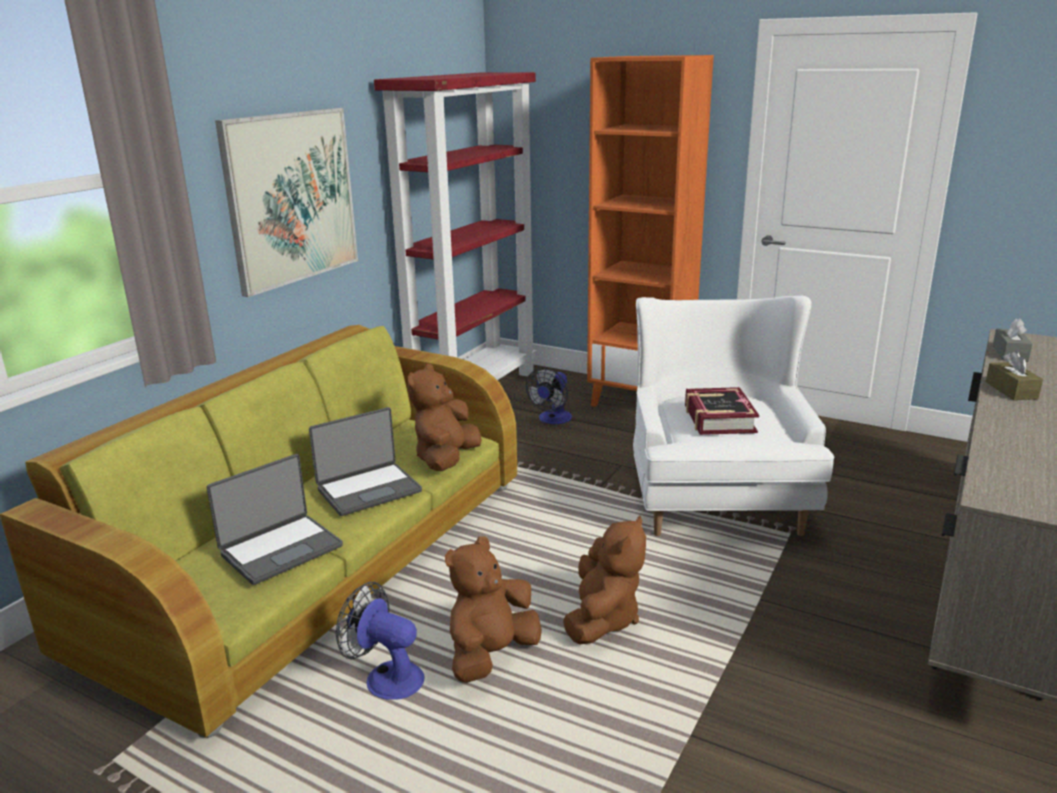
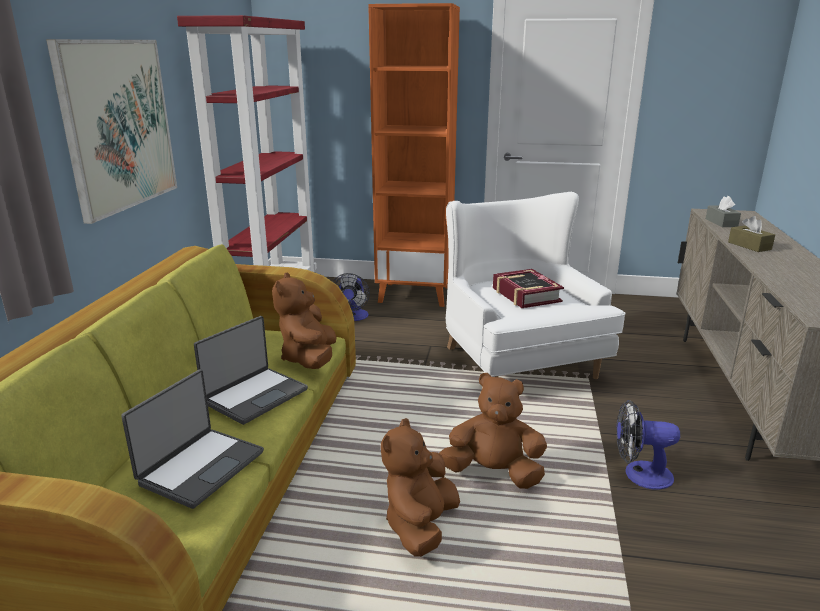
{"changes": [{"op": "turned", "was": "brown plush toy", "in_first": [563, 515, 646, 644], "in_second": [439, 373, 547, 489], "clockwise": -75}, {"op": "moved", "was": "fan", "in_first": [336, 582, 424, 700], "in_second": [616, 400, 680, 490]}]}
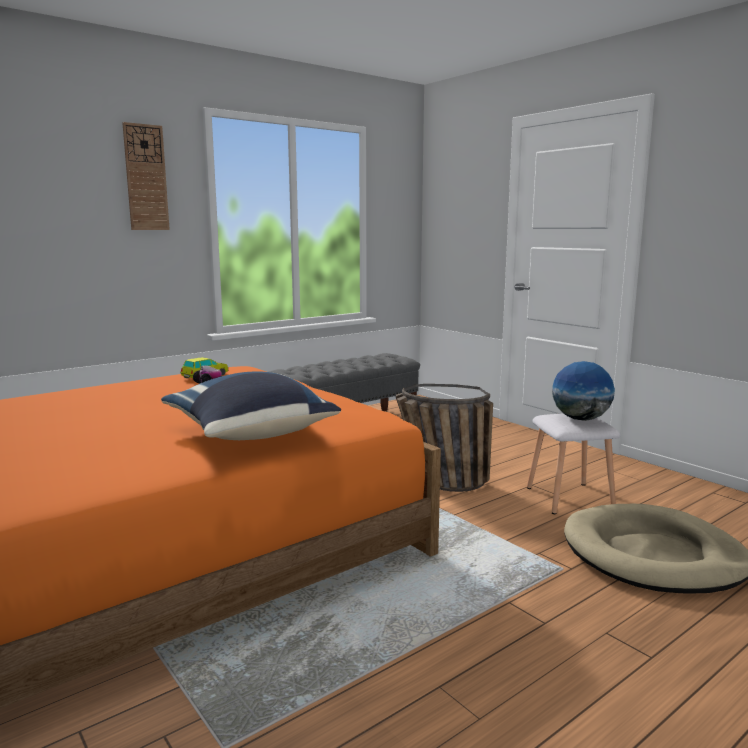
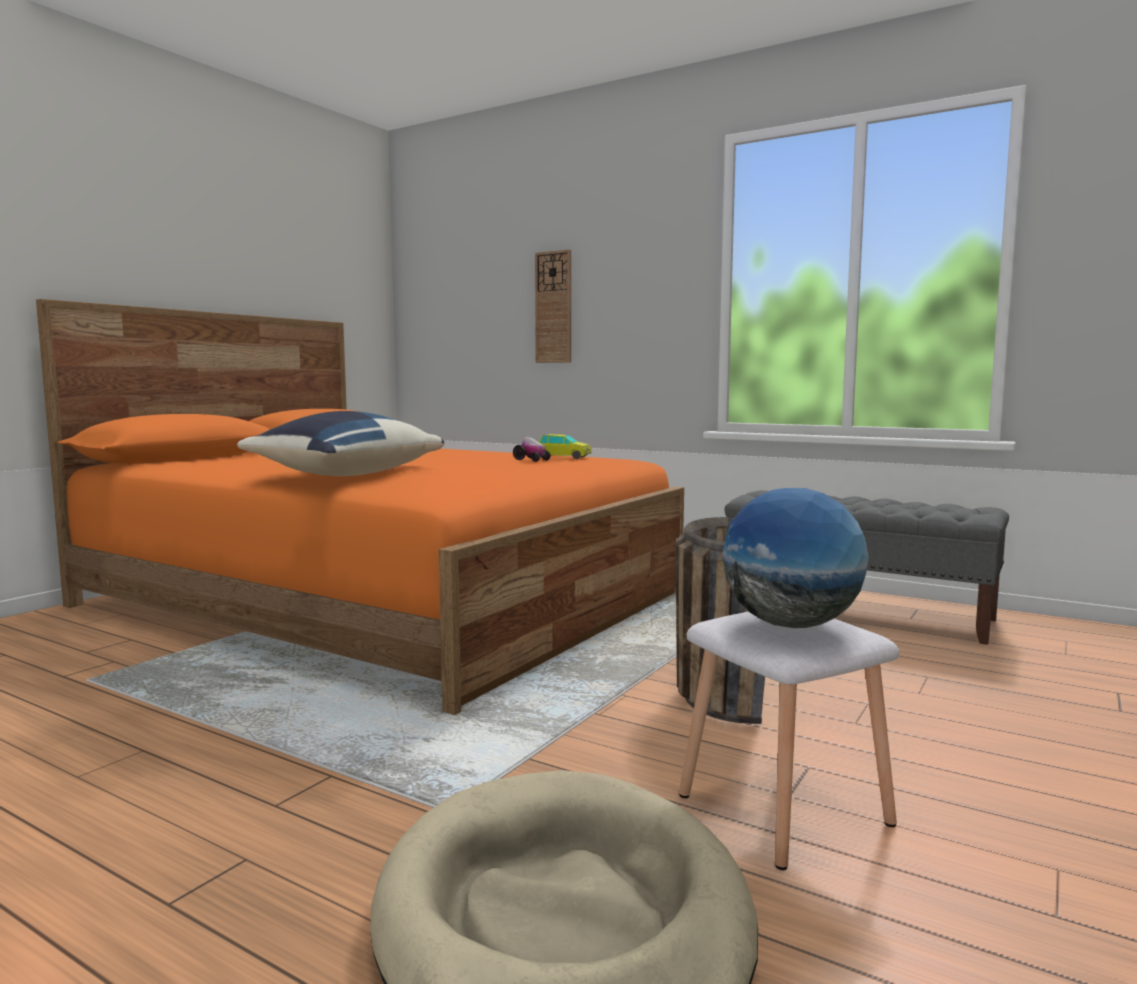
{"changes": [{"op": "moved", "was": "wall clock", "in_first": [122, 122, 170, 230], "in_second": [535, 249, 571, 363]}]}
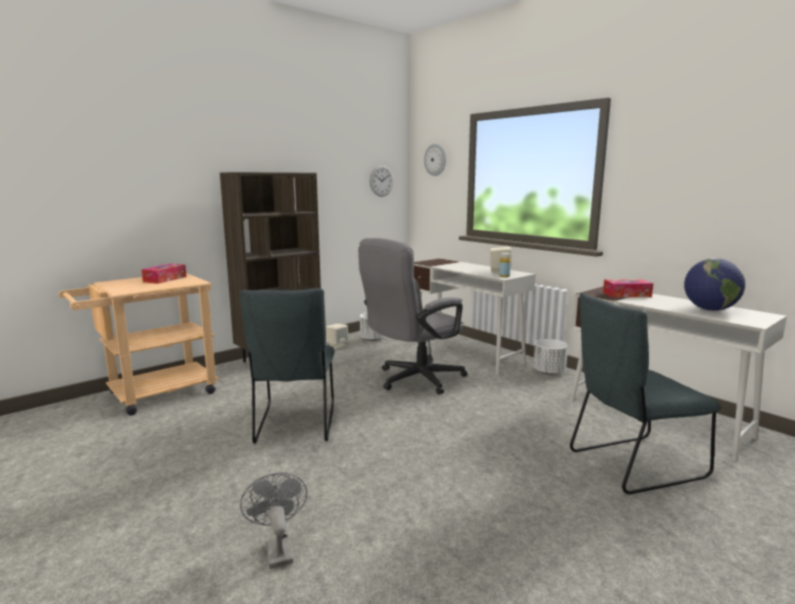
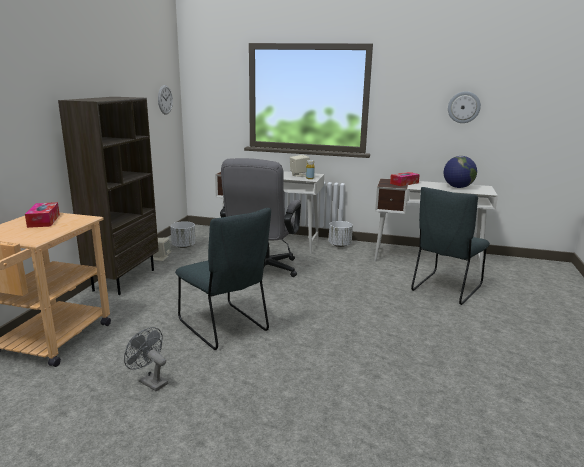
{"changes": [{"op": "moved", "was": "wall clock", "in_first": [424, 144, 446, 176], "in_second": [448, 91, 481, 123]}, {"op": "moved", "was": "grey fan", "in_first": [240, 473, 307, 569], "in_second": [124, 327, 168, 391]}]}
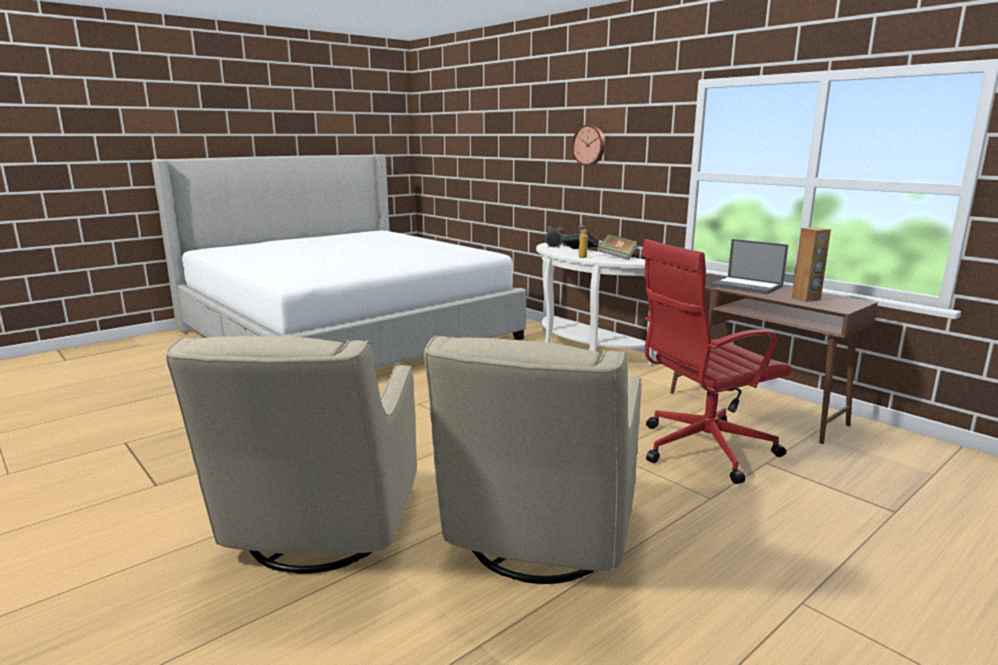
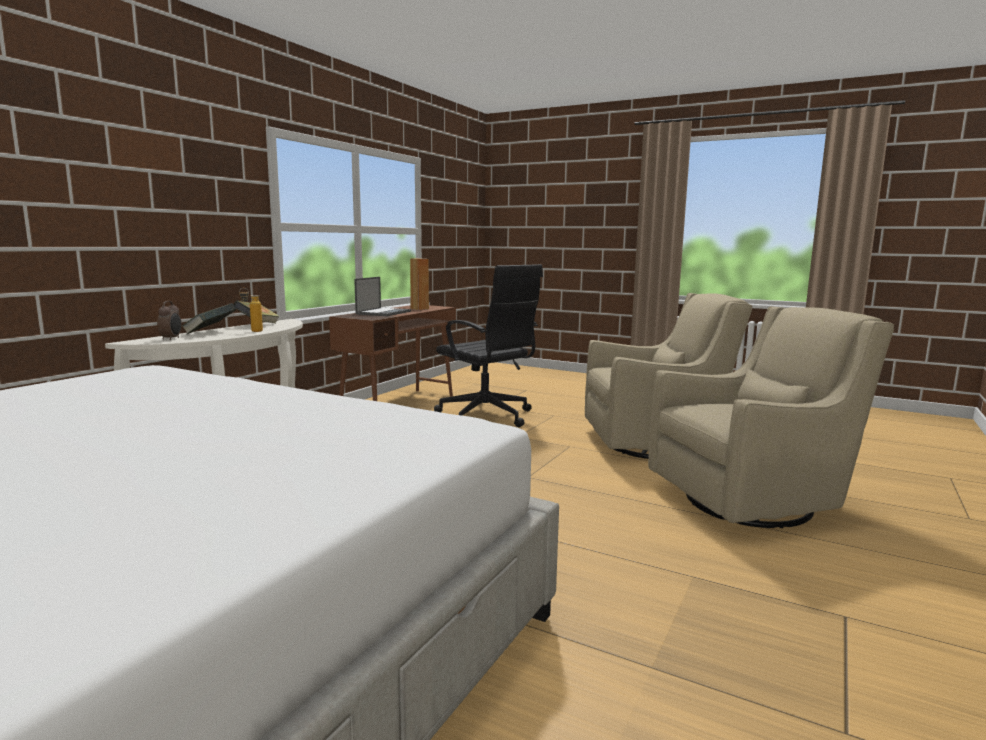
{"changes": [{"op": "removed", "was": "wall clock", "in_first": [572, 125, 605, 166]}, {"op": "recoloured", "was": "red office chair", "now": "black office chair", "in_first": [642, 239, 792, 484], "in_second": [434, 264, 543, 427]}]}
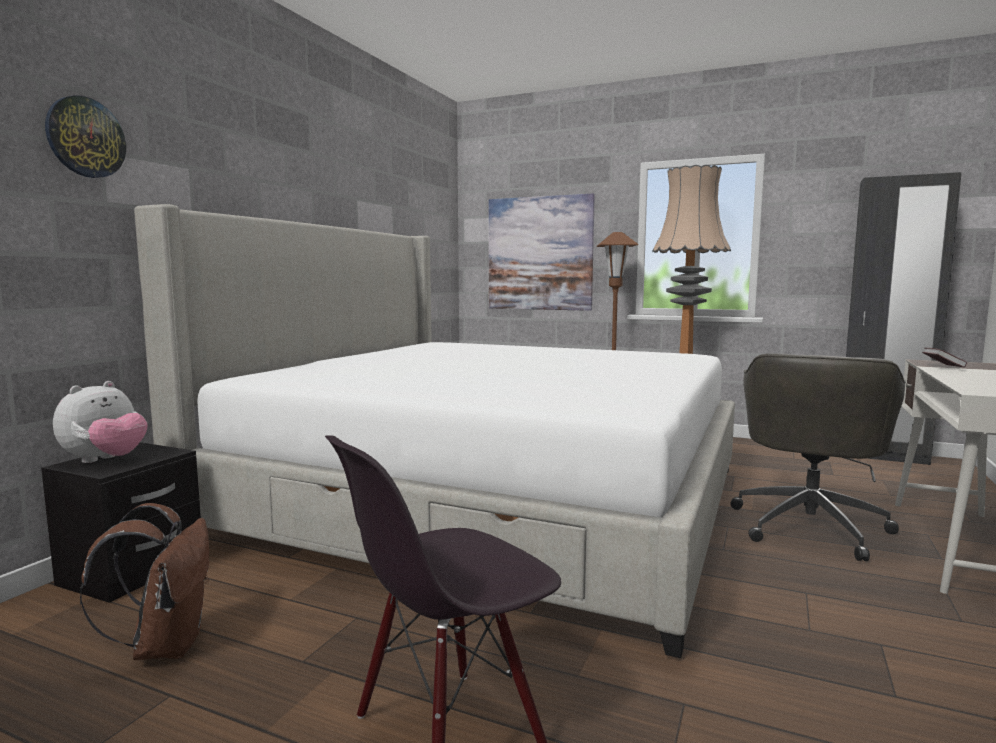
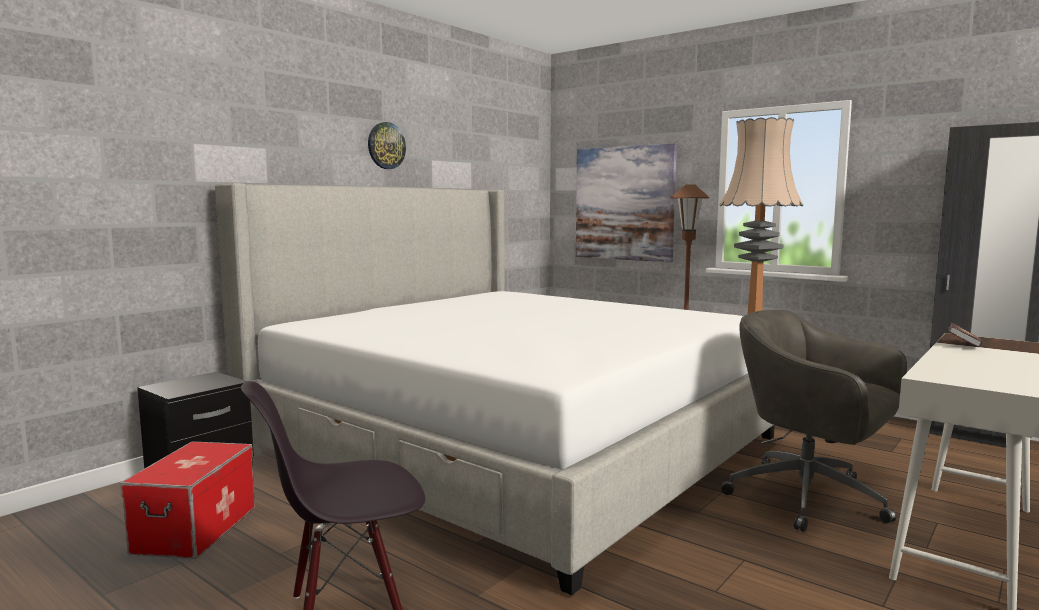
{"changes": [{"op": "moved", "was": "wall clock", "in_first": [45, 95, 126, 178], "in_second": [368, 122, 406, 169]}, {"op": "turned", "was": "grey office chair", "in_first": [730, 353, 906, 561], "in_second": [721, 310, 907, 532], "clockwise": 90}, {"op": "removed", "was": "plush toy", "in_first": [53, 381, 148, 463]}, {"op": "replaced", "was": "brown backpack", "now": "storage box", "in_first": [80, 503, 209, 660], "in_second": [120, 441, 255, 559]}]}
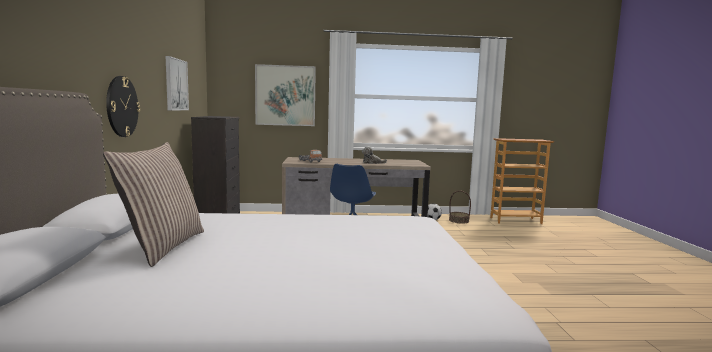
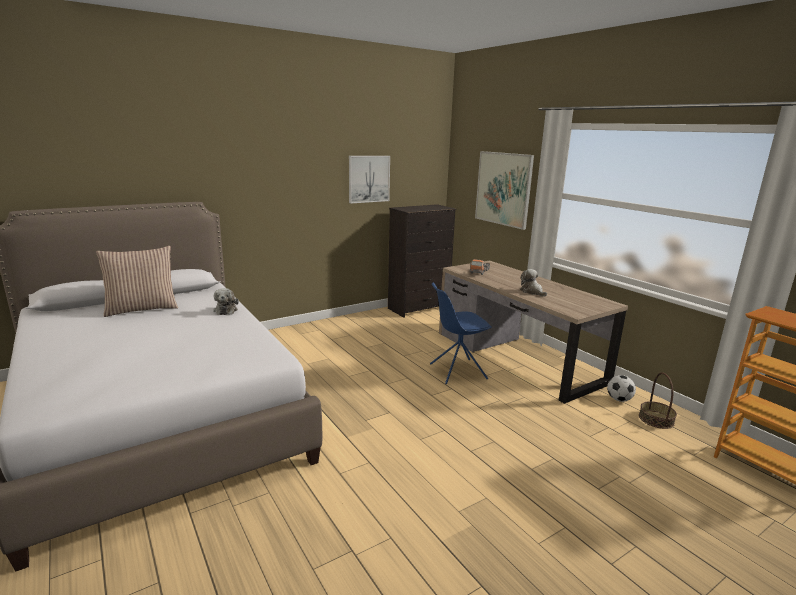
{"changes": [{"op": "removed", "was": "wall clock", "in_first": [106, 76, 140, 137]}, {"op": "added", "now": "plush toy", "in_second": [213, 288, 239, 315]}]}
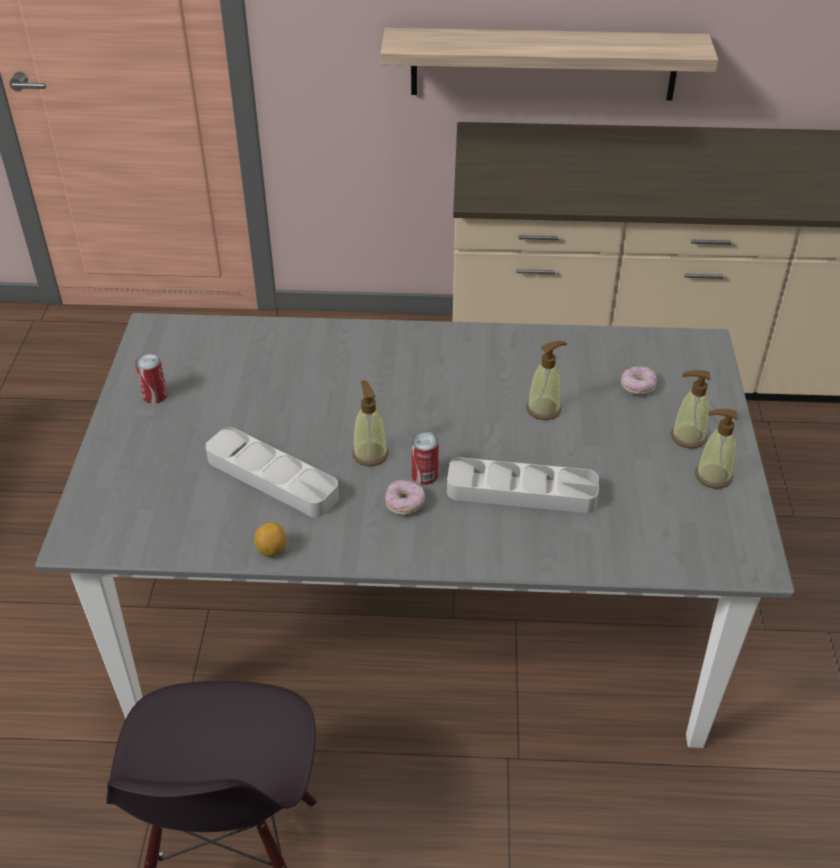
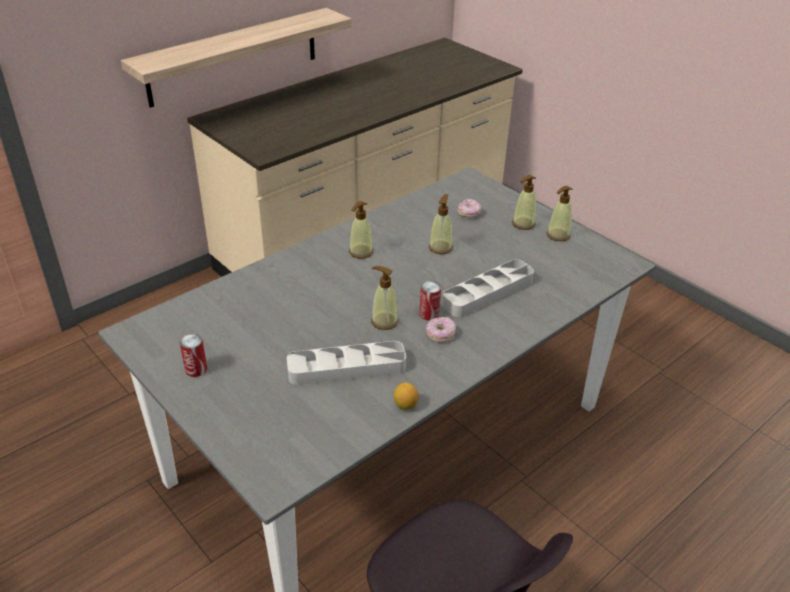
{"changes": [{"op": "added", "now": "soap dispenser", "in_second": [349, 201, 373, 259]}]}
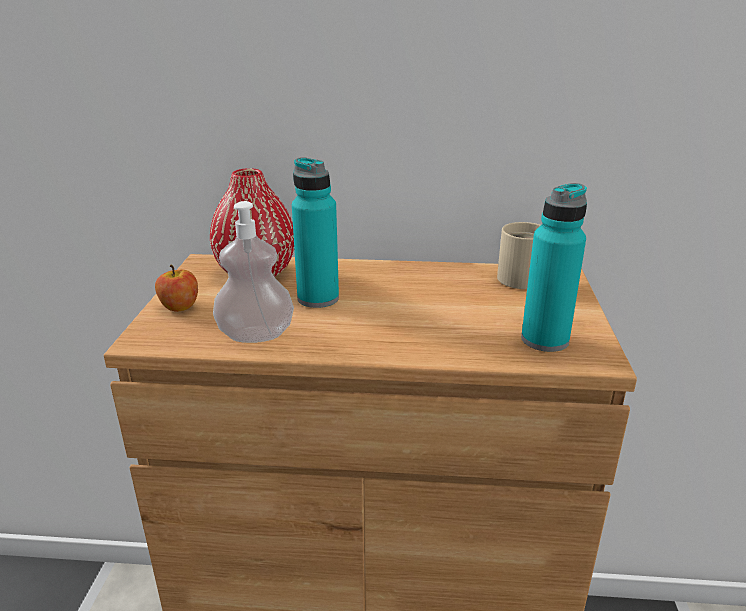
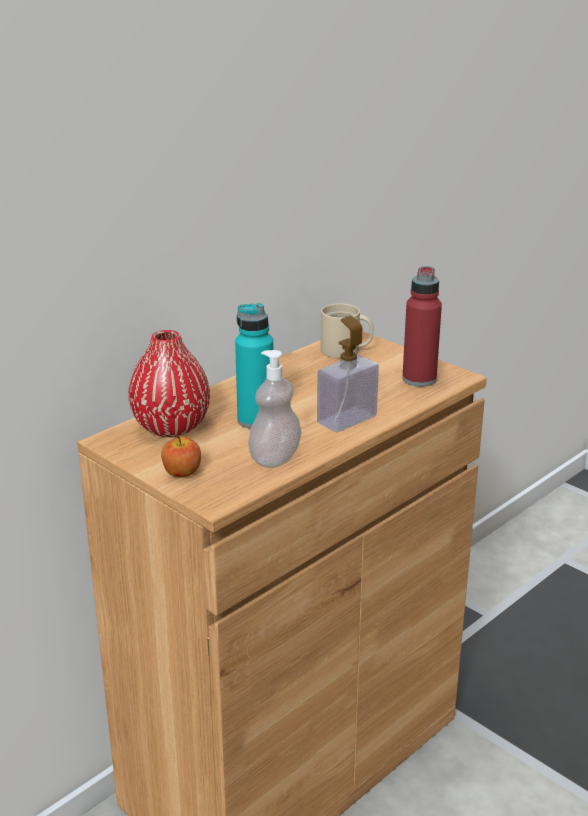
{"changes": [{"op": "recoloured", "was": "turquoise bottle", "now": "red bottle", "in_first": [521, 183, 587, 352], "in_second": [402, 266, 442, 386]}, {"op": "added", "now": "soap dispenser", "in_second": [317, 316, 379, 432]}]}
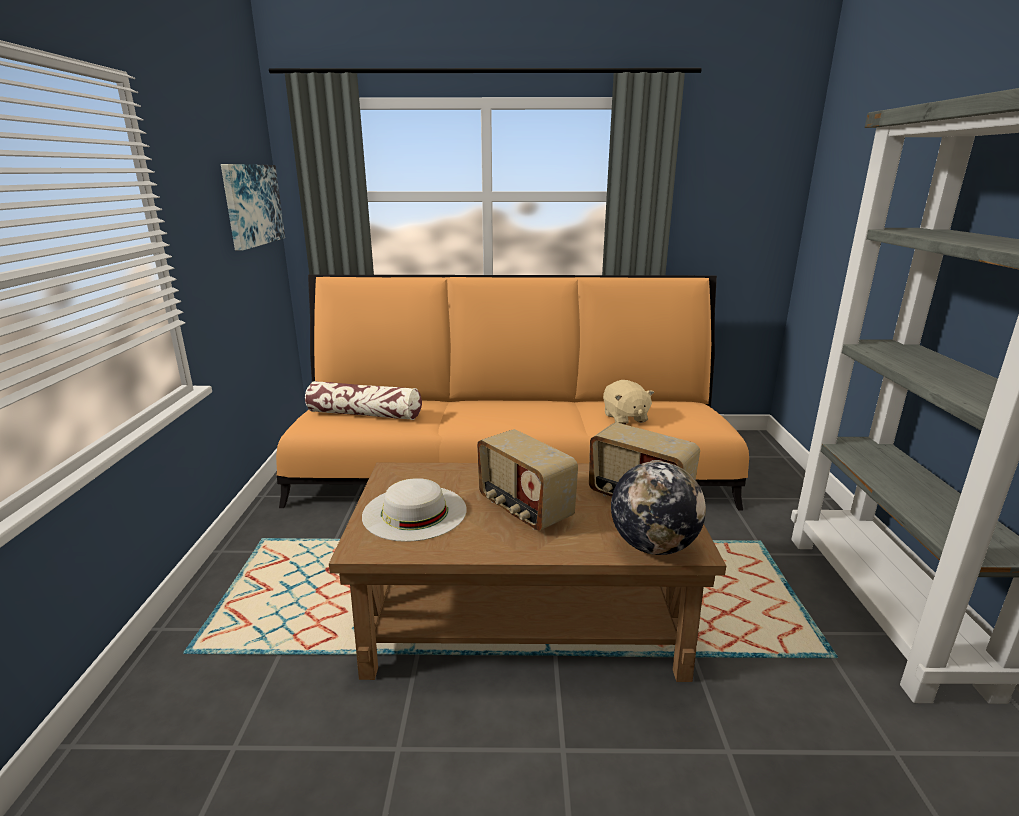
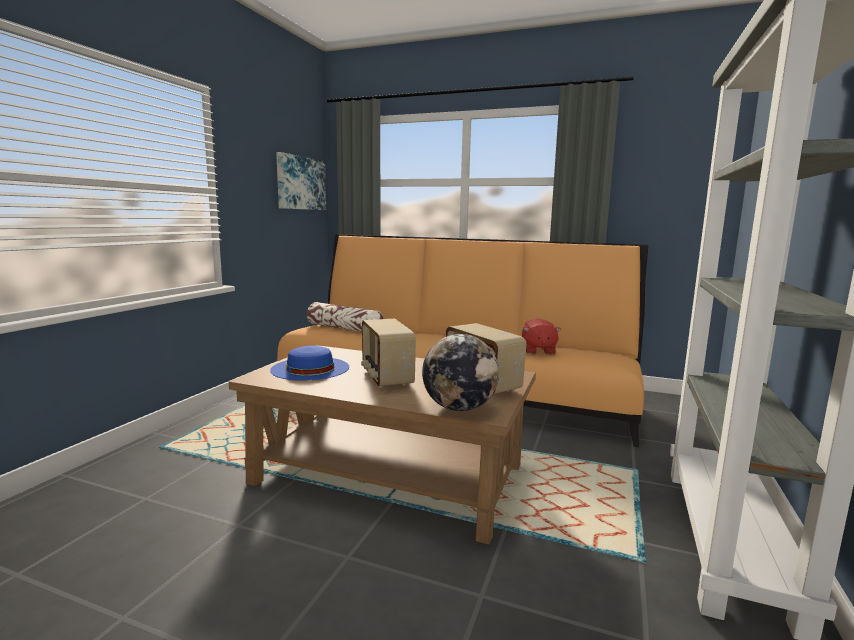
{"changes": [{"op": "recoloured", "was": "beige plush toy", "now": "red plush toy", "in_first": [603, 380, 654, 425], "in_second": [522, 319, 561, 355]}, {"op": "recoloured", "was": "white hat", "now": "blue hat", "in_first": [362, 478, 466, 542], "in_second": [270, 346, 349, 381]}]}
